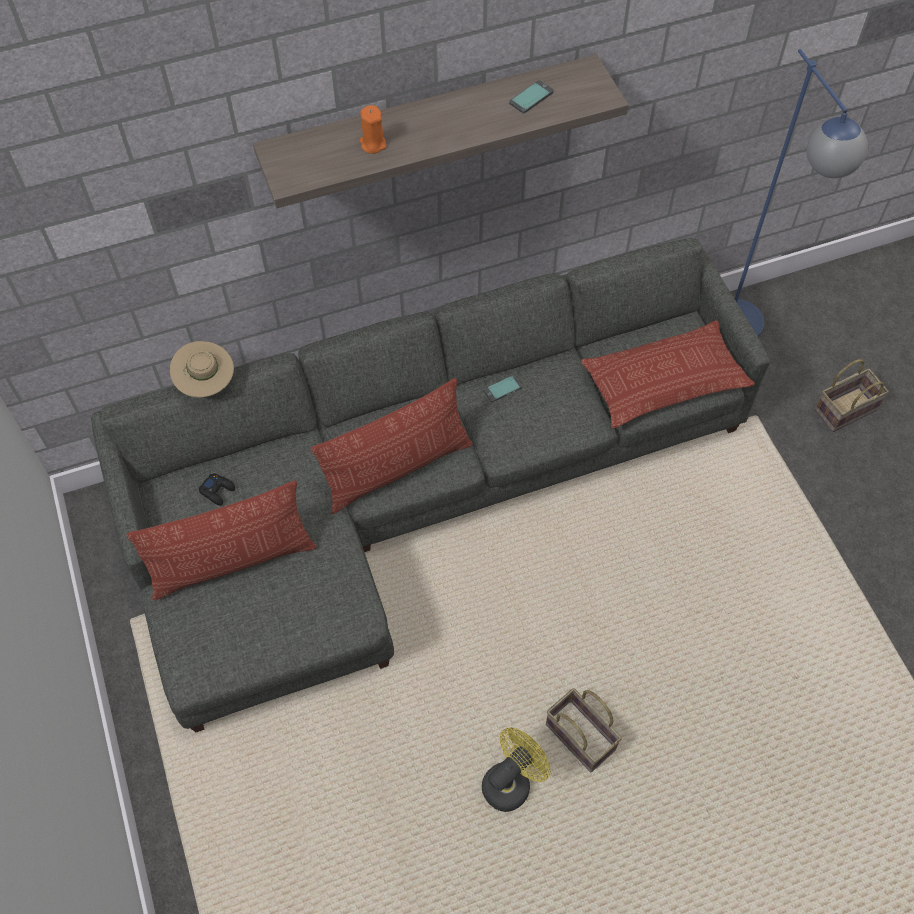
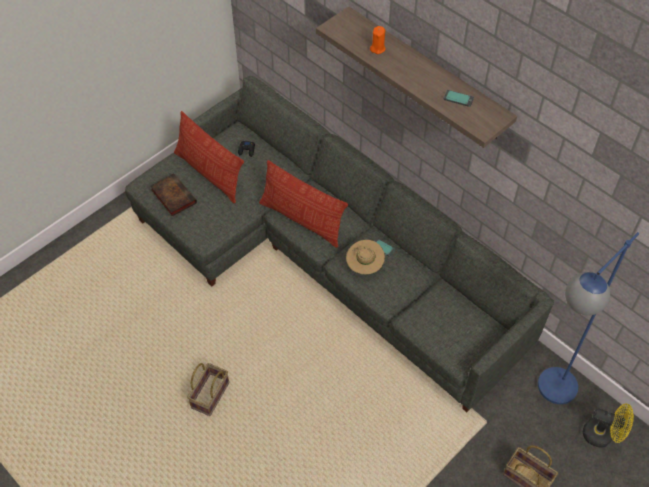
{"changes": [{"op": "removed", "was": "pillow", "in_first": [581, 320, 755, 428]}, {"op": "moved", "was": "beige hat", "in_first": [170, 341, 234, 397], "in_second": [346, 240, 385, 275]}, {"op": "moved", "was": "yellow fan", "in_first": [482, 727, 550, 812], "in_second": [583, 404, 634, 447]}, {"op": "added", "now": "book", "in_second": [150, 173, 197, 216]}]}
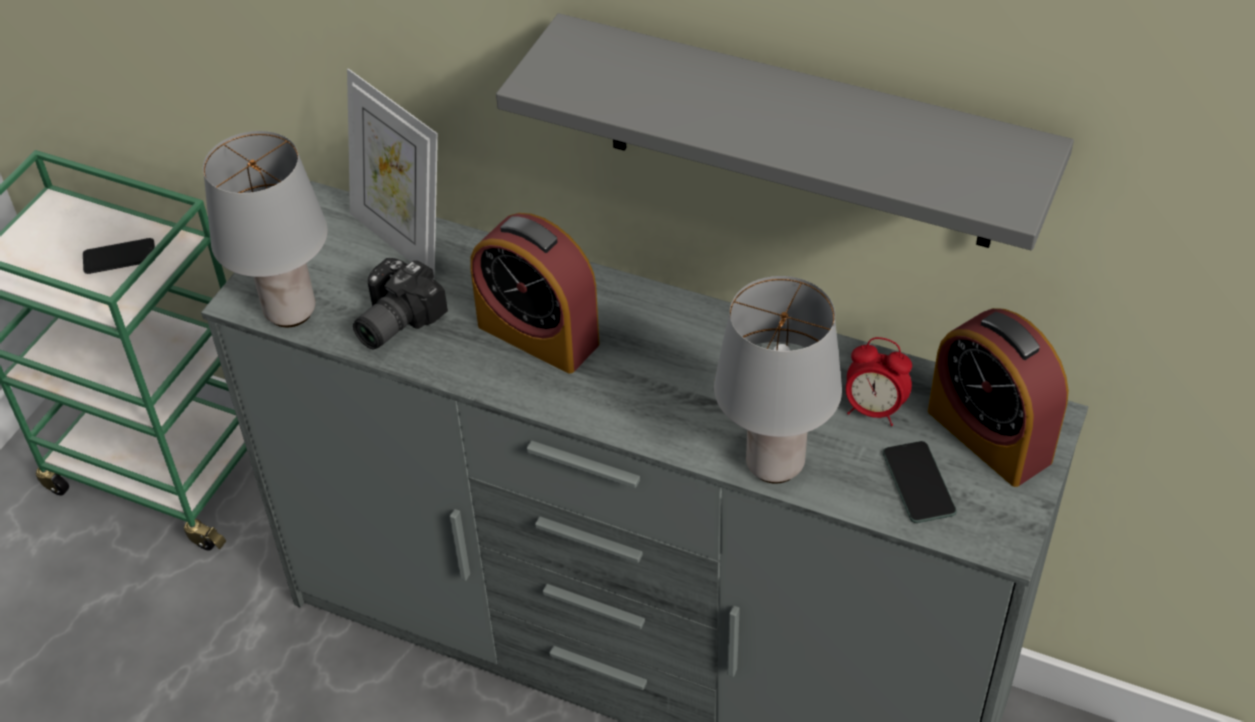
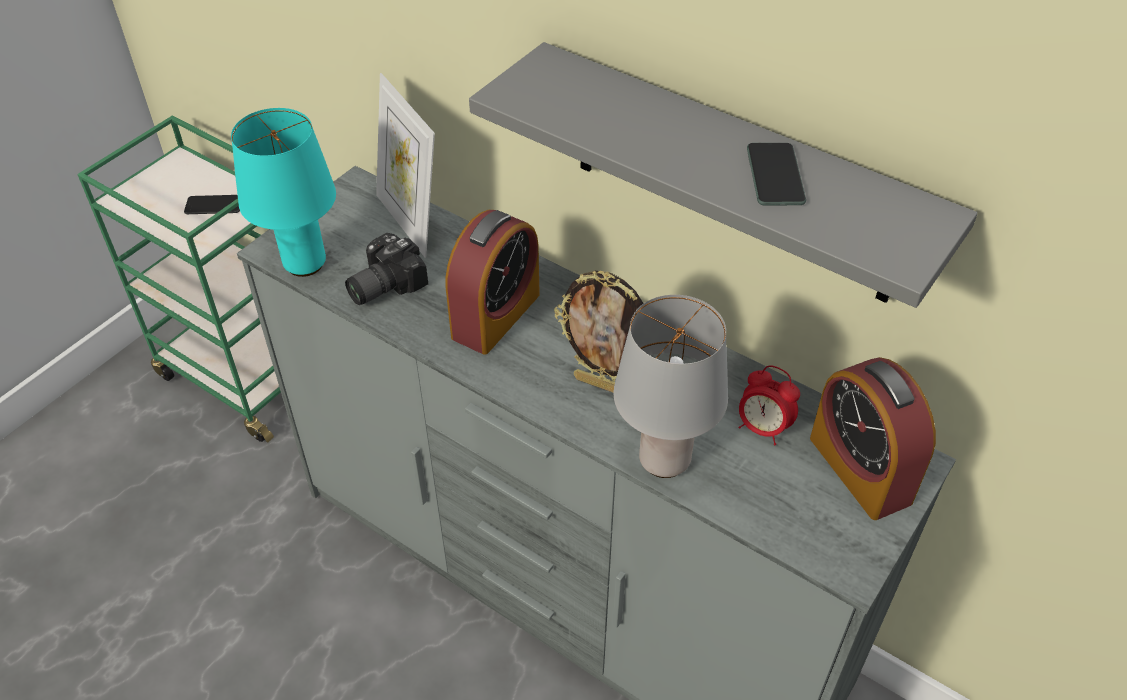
{"changes": [{"op": "recoloured", "was": "grey table lamp", "now": "turquoise table lamp", "in_first": [203, 131, 328, 327], "in_second": [231, 108, 336, 277]}, {"op": "turned", "was": "alarm clock", "in_first": [470, 213, 600, 374], "in_second": [446, 210, 540, 355], "clockwise": -105}, {"op": "moved", "was": "phone", "in_first": [883, 441, 957, 523], "in_second": [747, 143, 806, 206]}, {"op": "added", "now": "picture frame", "in_second": [554, 271, 644, 393]}]}
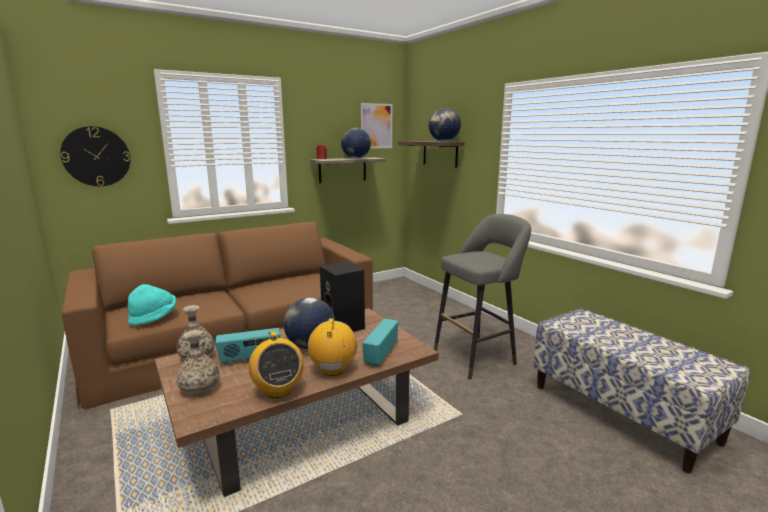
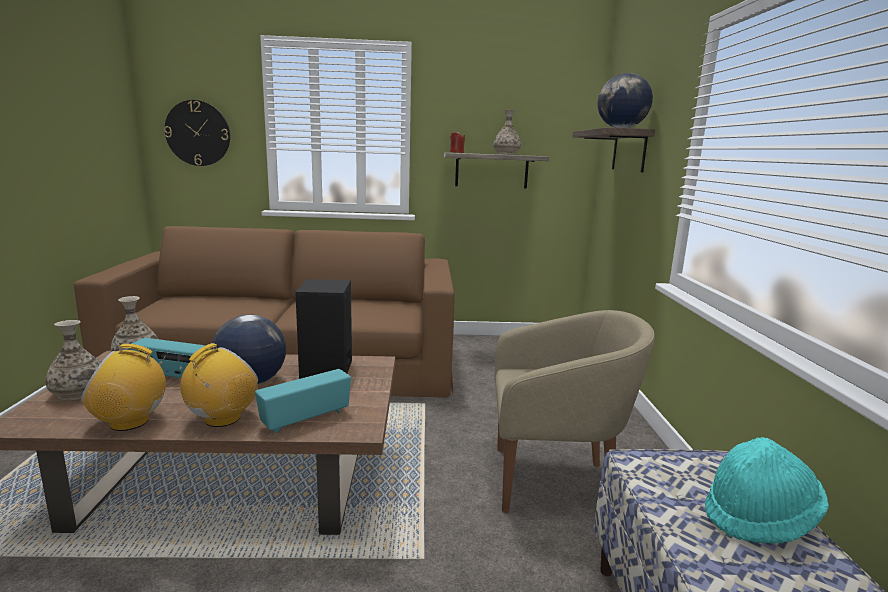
{"changes": [{"op": "removed", "was": "picture", "in_first": [361, 103, 392, 149]}, {"op": "replaced", "was": "globe", "now": "vase", "in_first": [341, 128, 371, 159], "in_second": [493, 110, 521, 155]}, {"op": "replaced", "was": "grey stool", "now": "beige armchair", "in_first": [434, 214, 531, 379], "in_second": [494, 310, 655, 513]}, {"op": "moved", "was": "turquoise hat", "in_first": [128, 284, 176, 326], "in_second": [705, 437, 829, 544]}, {"op": "turned", "was": "radio", "in_first": [249, 331, 304, 398], "in_second": [81, 344, 169, 431], "clockwise": 75}]}
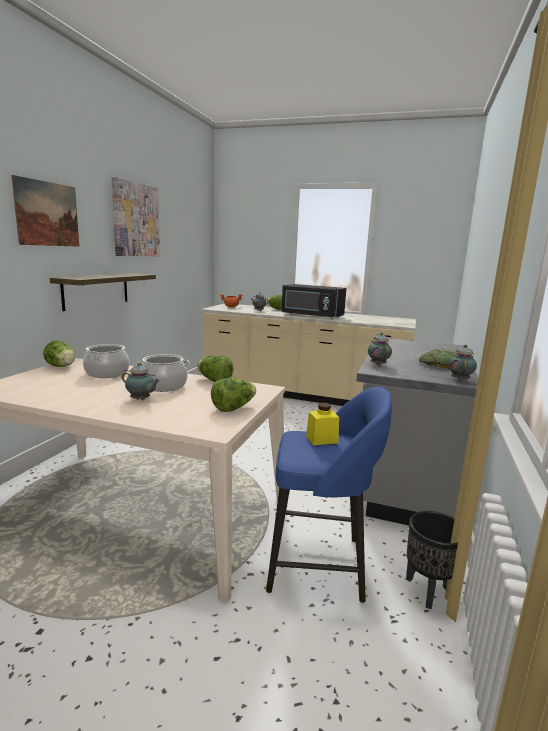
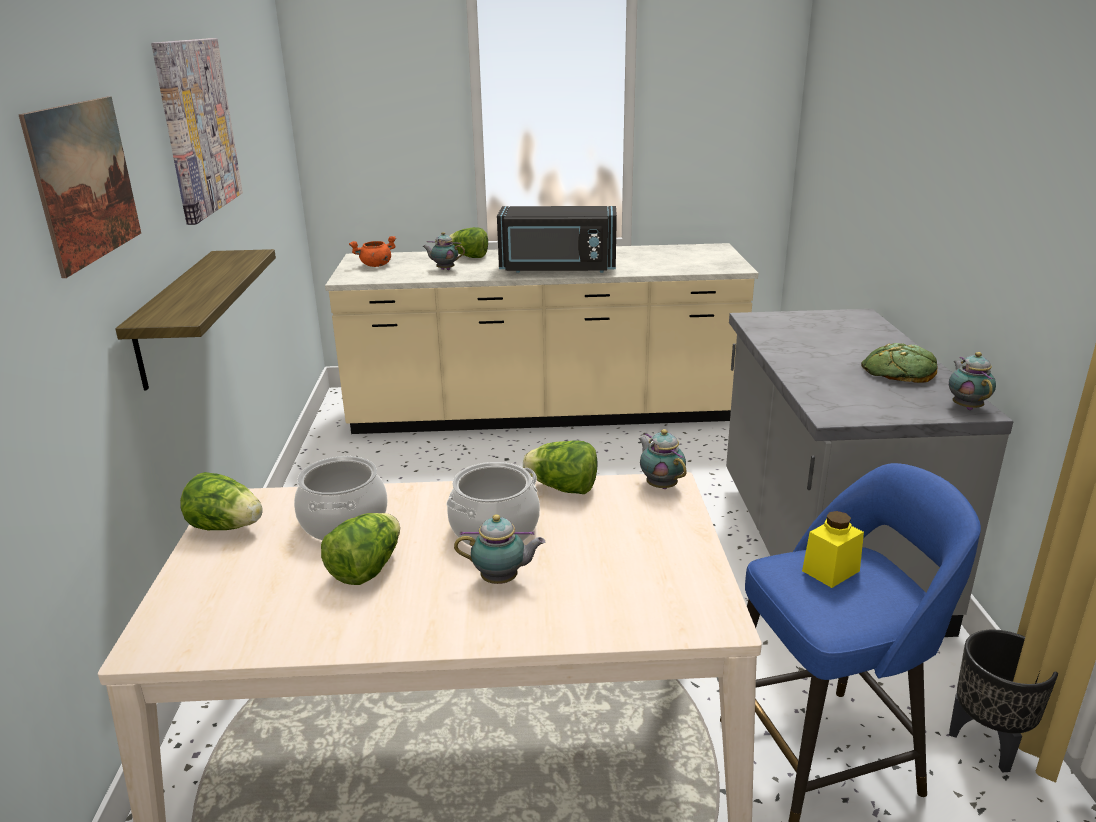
{"changes": [{"op": "moved", "was": "teapot", "in_first": [368, 332, 392, 366], "in_second": [639, 429, 687, 489]}, {"op": "moved", "was": "lettuce", "in_first": [211, 378, 256, 412], "in_second": [321, 513, 400, 585]}]}
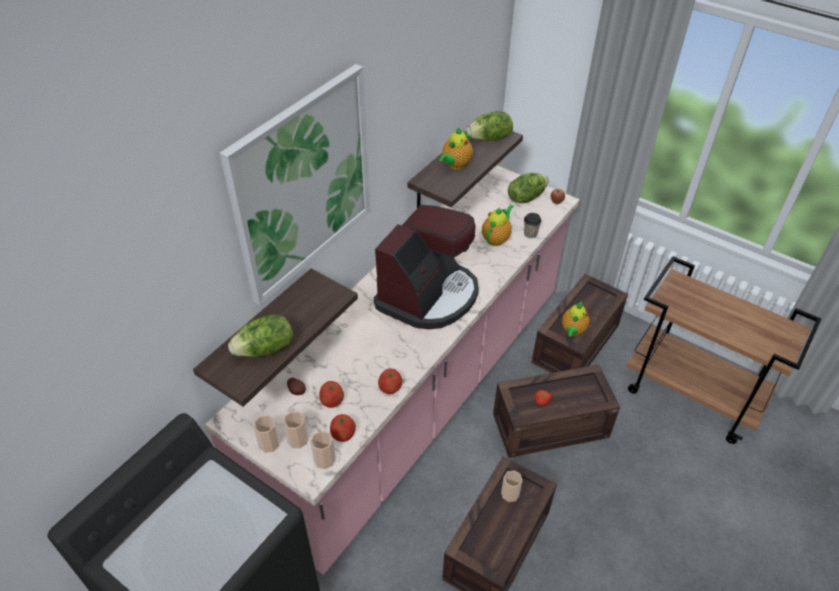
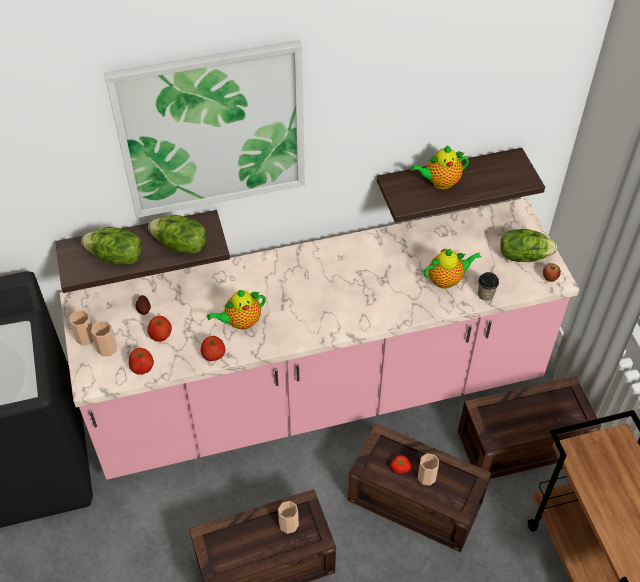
{"changes": [{"op": "moved", "was": "lettuce", "in_first": [466, 111, 513, 141], "in_second": [148, 215, 207, 254]}, {"op": "removed", "was": "coffee machine", "in_first": [374, 205, 479, 329]}, {"op": "moved", "was": "teapot", "in_first": [562, 301, 590, 336], "in_second": [207, 290, 266, 330]}, {"op": "moved", "was": "cup", "in_first": [310, 431, 336, 469], "in_second": [418, 453, 439, 486]}]}
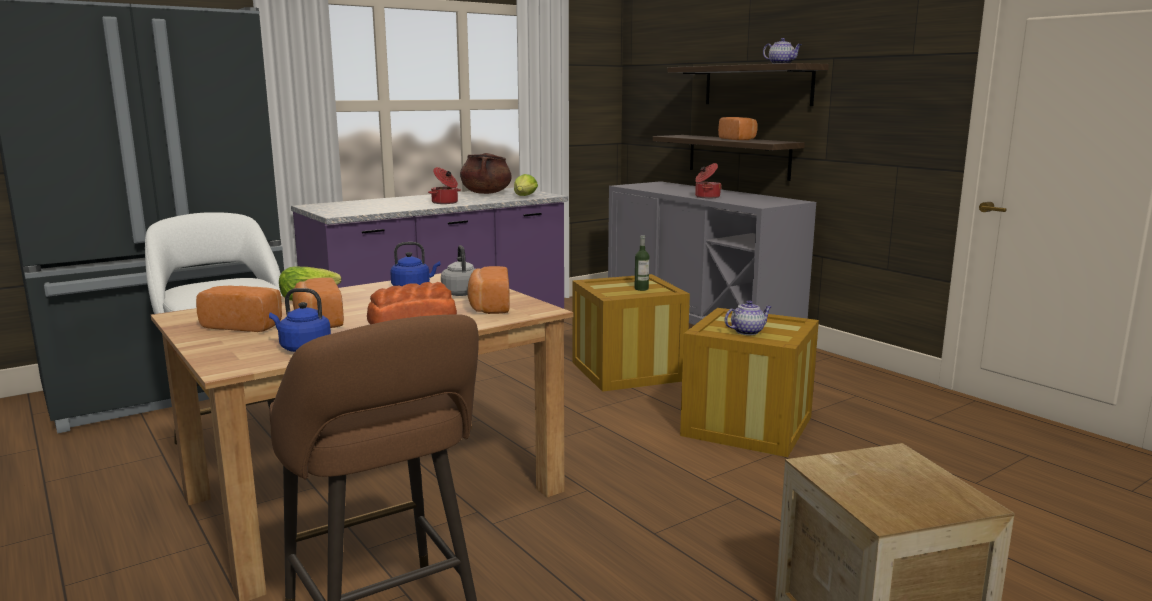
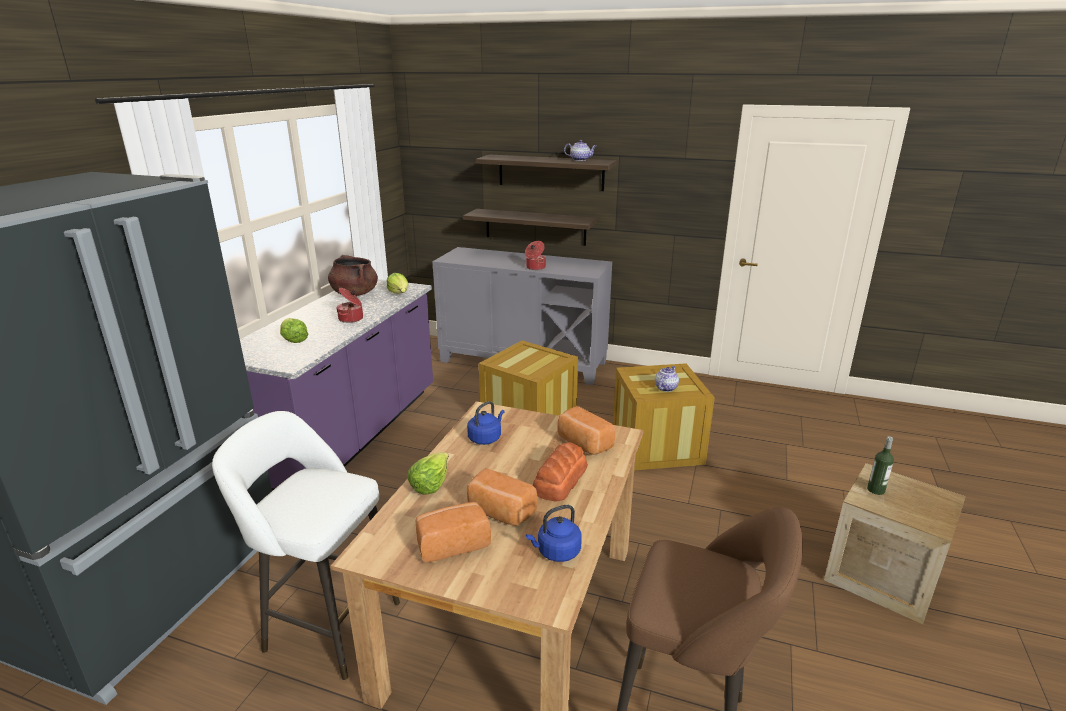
{"changes": [{"op": "removed", "was": "bread", "in_first": [718, 117, 758, 140]}, {"op": "moved", "was": "bottle", "in_first": [635, 235, 649, 291], "in_second": [867, 437, 894, 495]}, {"op": "removed", "was": "grey kettle", "in_first": [441, 245, 475, 296]}, {"op": "added", "now": "lettuce", "in_second": [280, 318, 309, 343]}]}
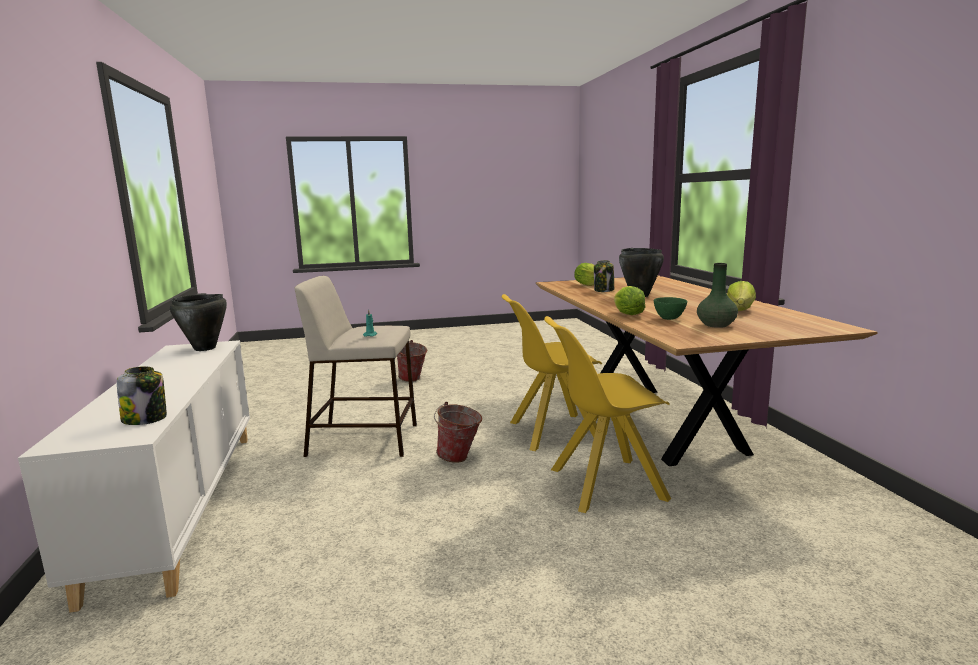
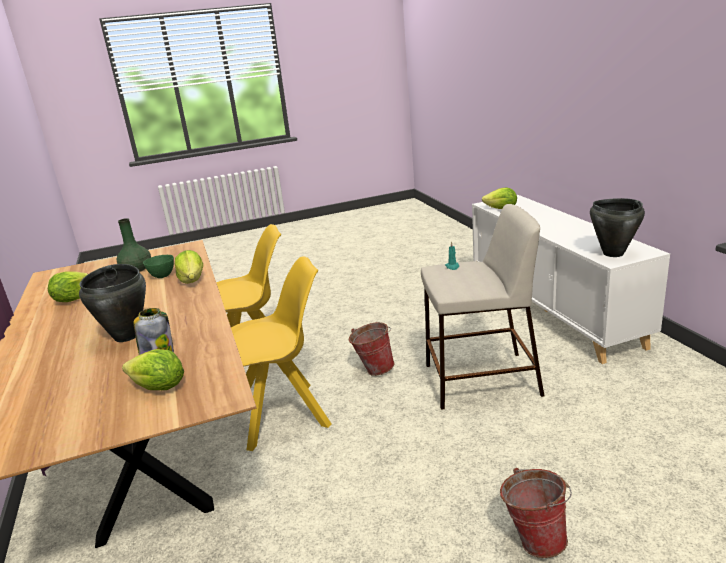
{"changes": [{"op": "replaced", "was": "jar", "now": "lettuce", "in_first": [117, 366, 167, 425], "in_second": [482, 188, 517, 209]}]}
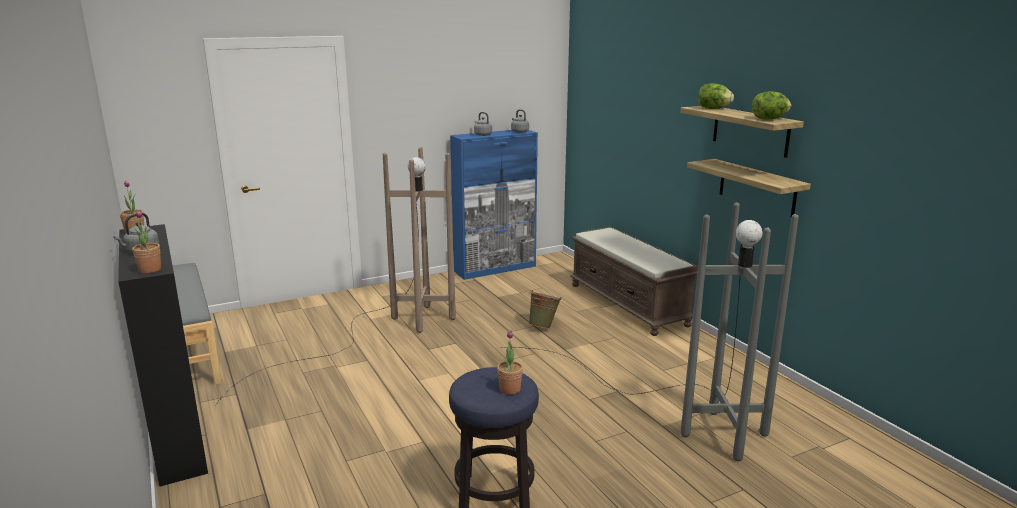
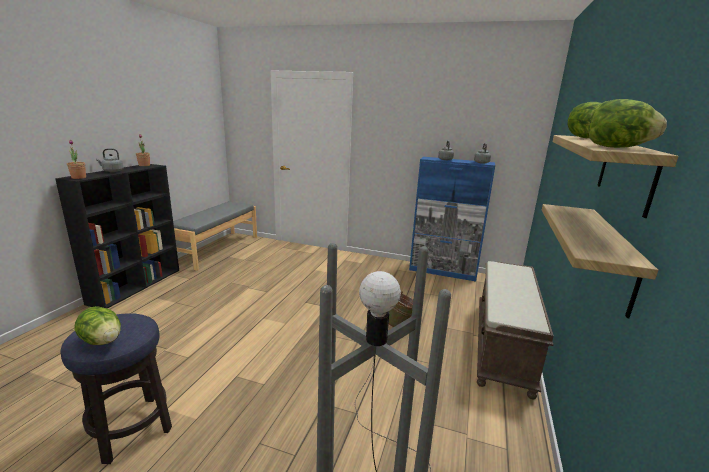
{"changes": [{"op": "removed", "was": "brown floor lamp", "in_first": [215, 147, 456, 406]}, {"op": "replaced", "was": "potted plant", "now": "lettuce", "in_first": [497, 331, 523, 395], "in_second": [75, 306, 121, 345]}]}
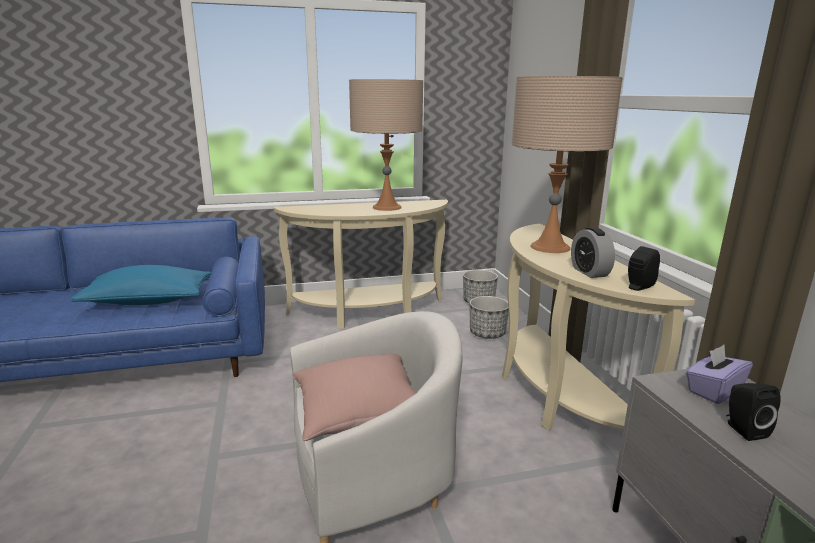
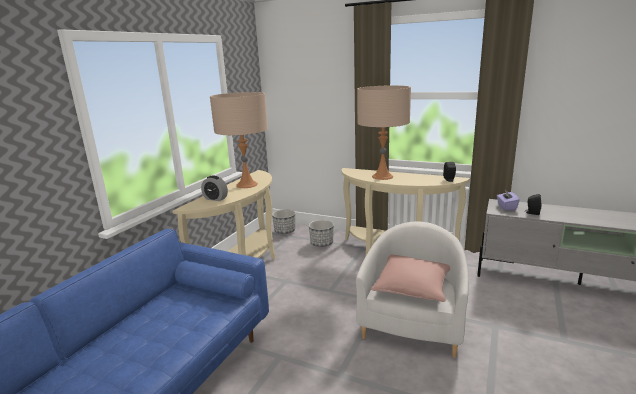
{"changes": [{"op": "moved", "was": "alarm clock", "in_first": [571, 227, 615, 278], "in_second": [201, 175, 228, 201]}, {"op": "removed", "was": "blue pillow", "in_first": [71, 265, 211, 305]}]}
